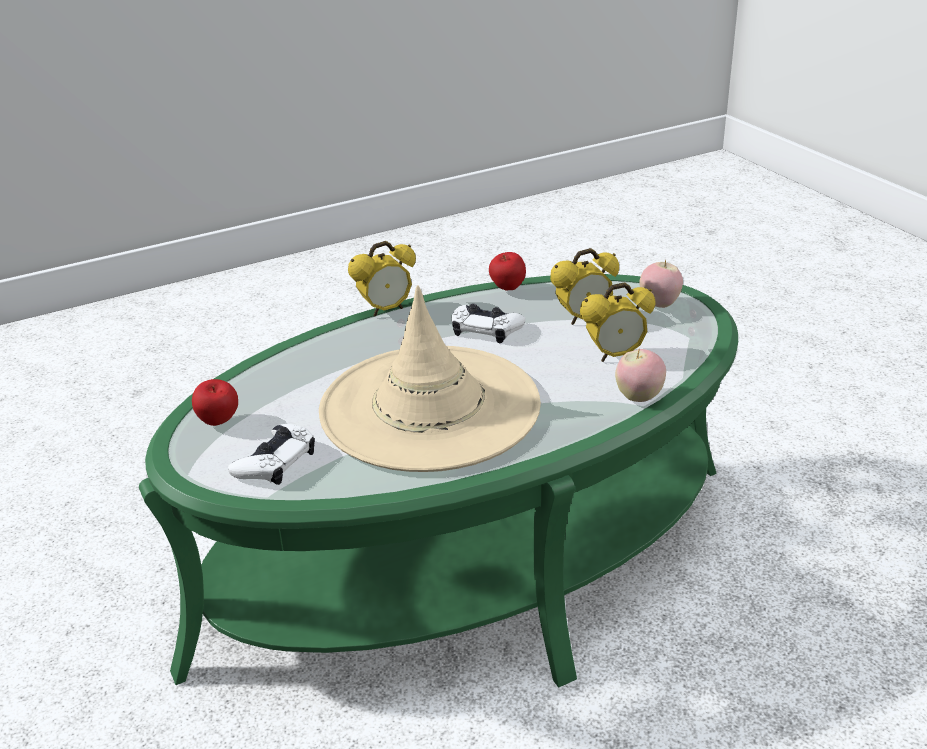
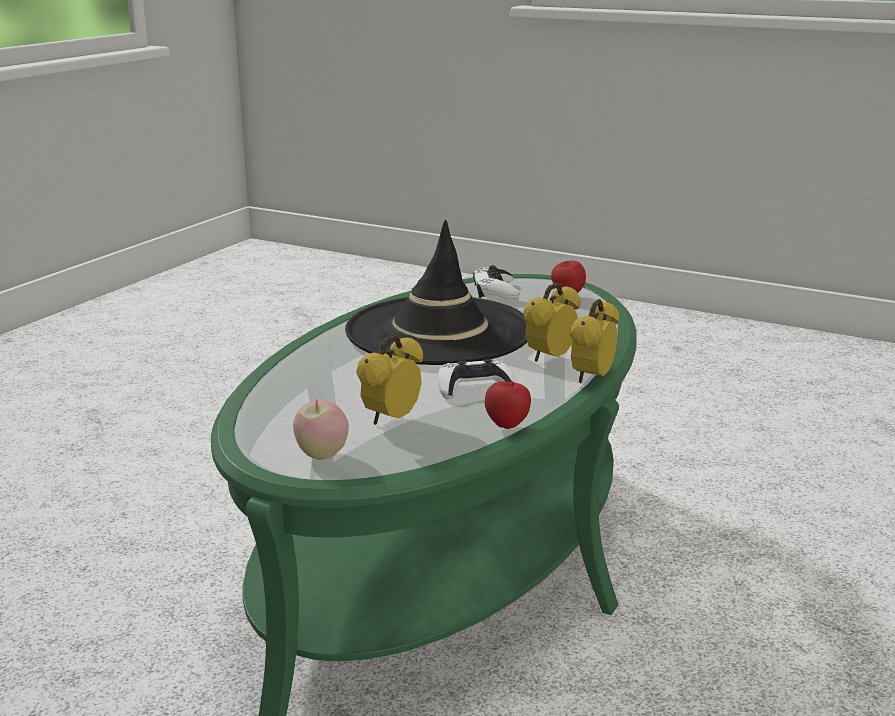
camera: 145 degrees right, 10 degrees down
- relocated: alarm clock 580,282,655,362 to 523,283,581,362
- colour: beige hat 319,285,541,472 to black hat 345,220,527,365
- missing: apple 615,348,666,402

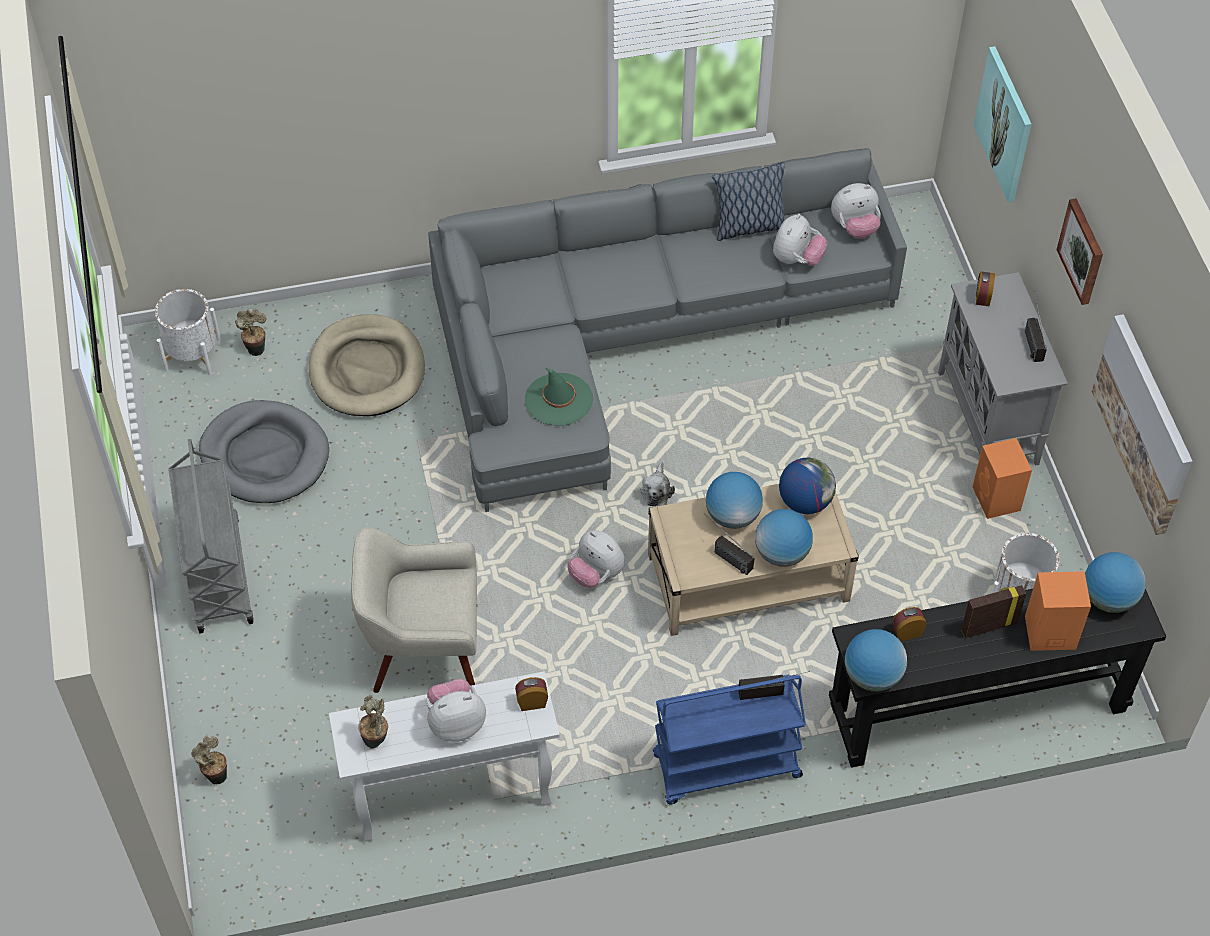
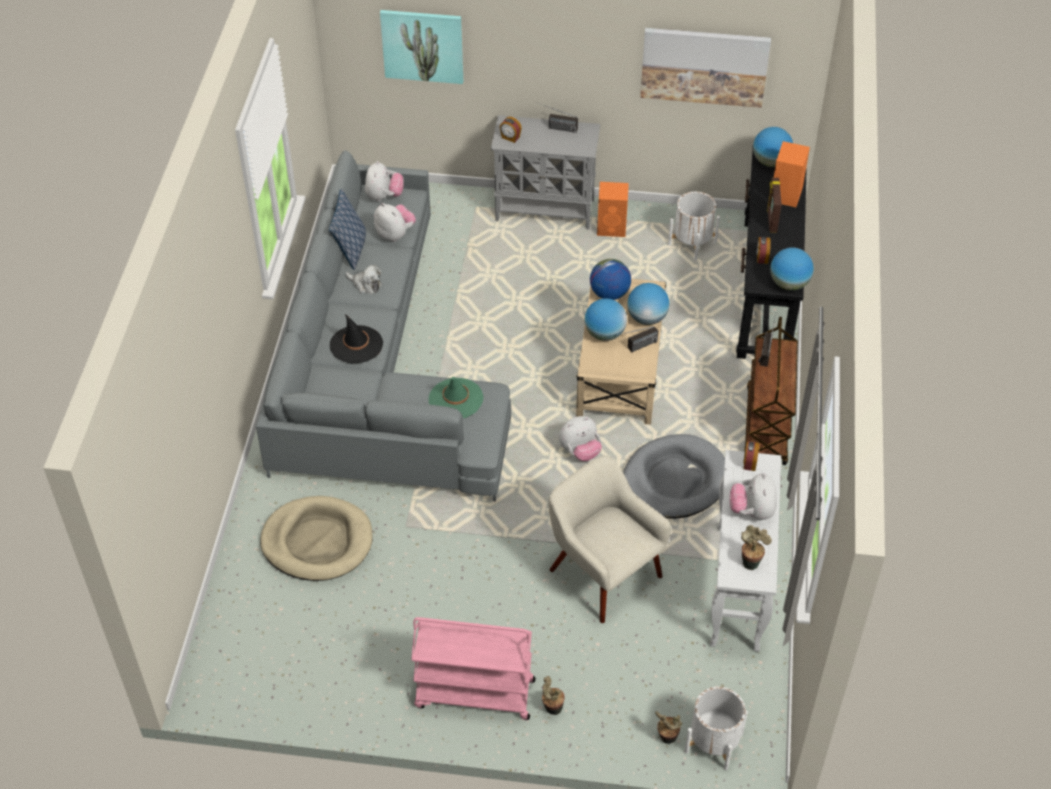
camera: 70 degrees left, 5 degrees down
- missing: picture 1057,198,1103,305
- relocated: white planter 155,289,221,375 to 685,687,748,770
- relocated: potted plant 235,309,267,356 to 542,676,565,715
- relocated: grey dog bed 199,400,329,503 to 623,434,725,519
- colour: grey cart 168,439,254,633 to pink cart 411,617,536,720
- relocated: plush toy 640,462,675,506 to 346,265,382,294
- spun: beige armchair 351,527,477,693 = 549,455,671,623 120 degrees clockwise
- colour: blue cart 653,675,806,804 to brown cart 744,317,798,465
- appeared: black hat 330,314,383,363

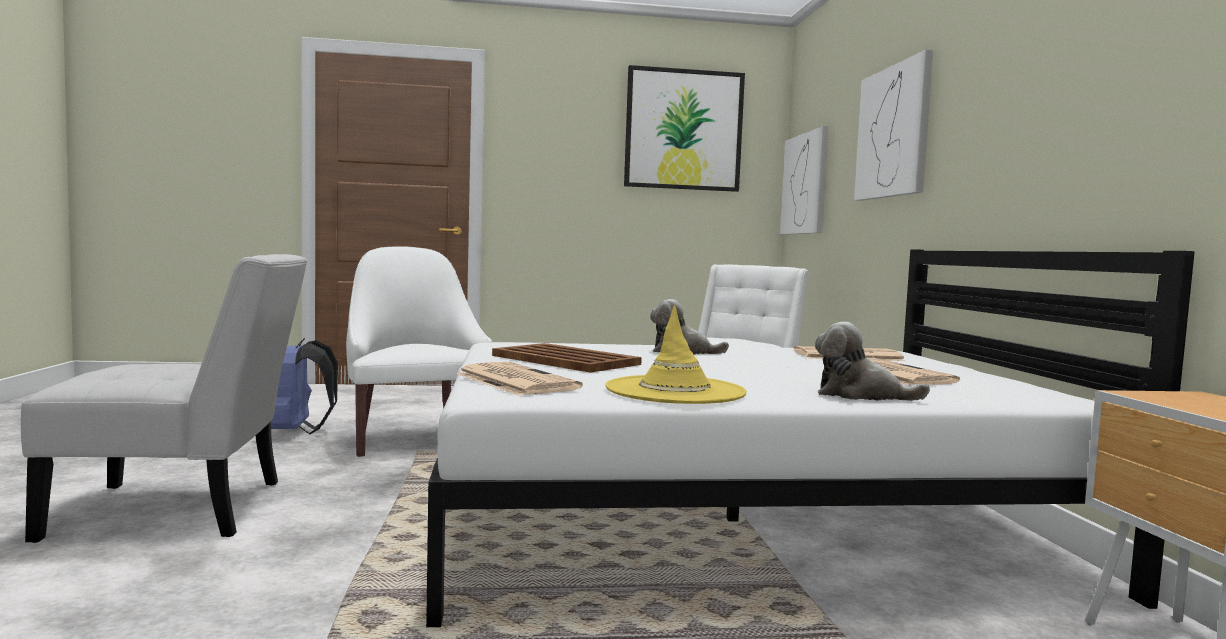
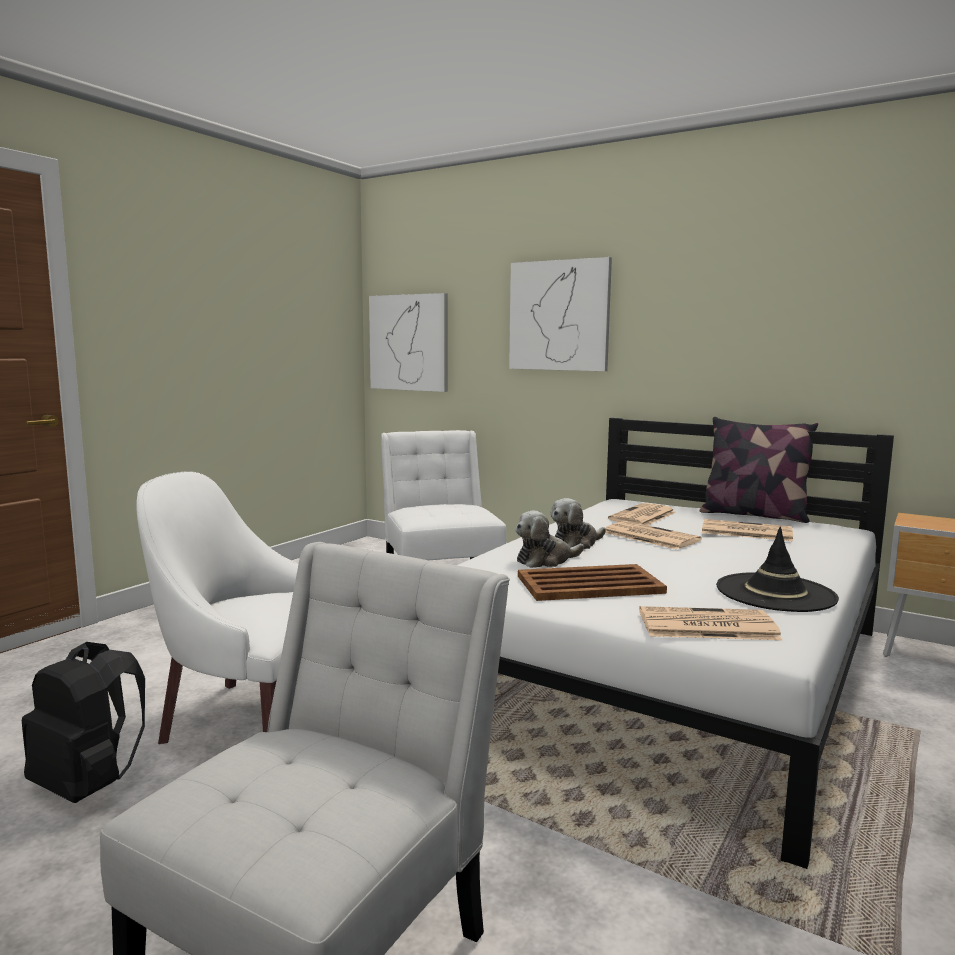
camera: 50 degrees left, 5 degrees up
- missing: picture 624,65,745,192
- colour: yellow hat 605,305,747,404 to black hat 716,527,839,612
- relocated: plush toy 815,322,930,401 to 515,511,584,568
- colour: blue backpack 271,338,338,434 to black backpack 22,642,145,803
- appeared: pillow 700,417,818,523
- appeared: newspaper 605,521,702,550

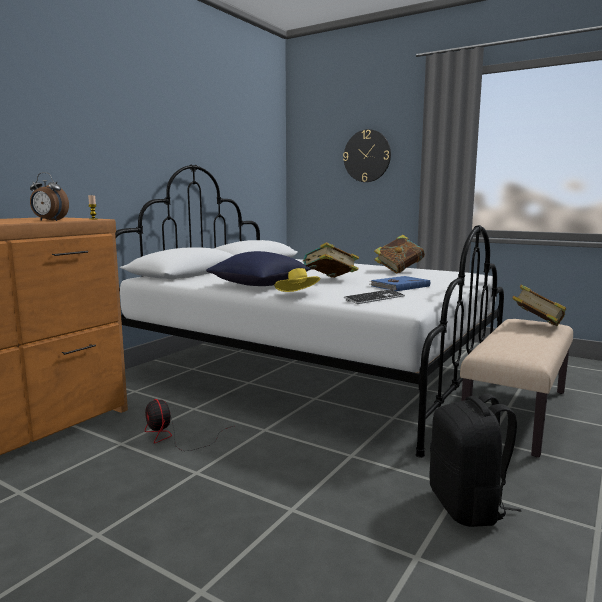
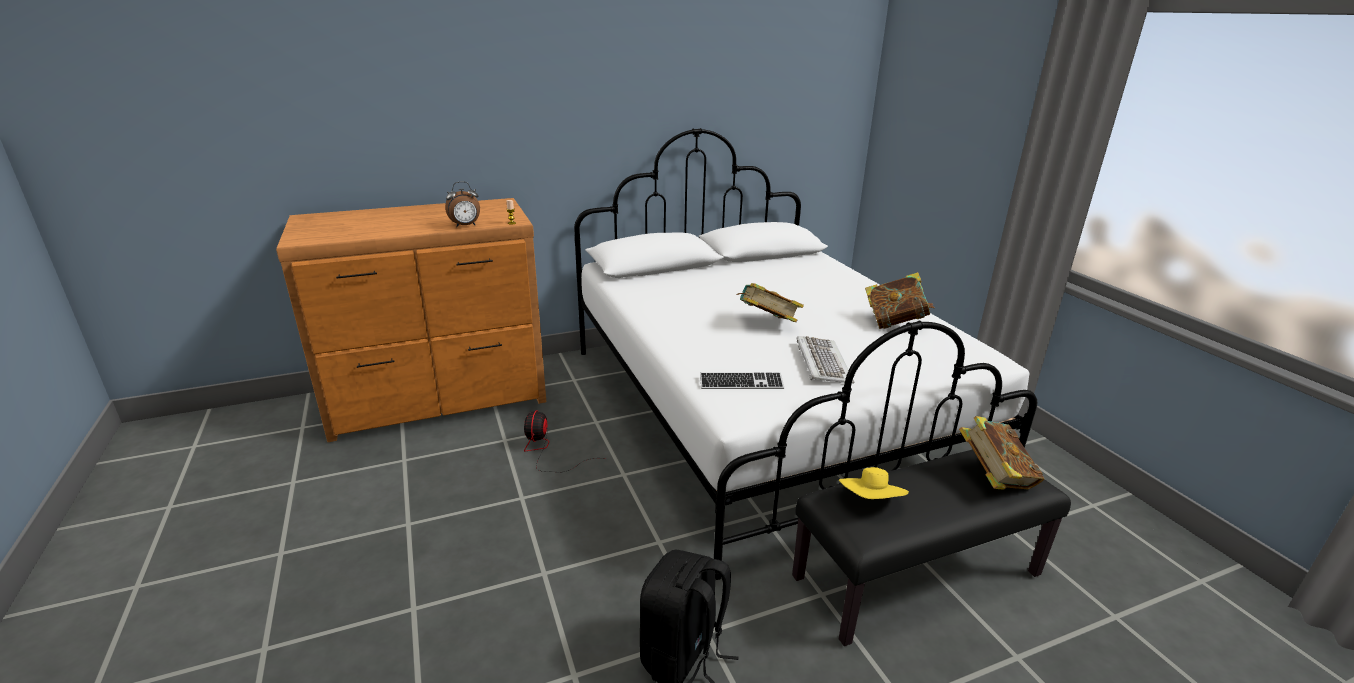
camera: 35 degrees right, 15 degrees up
- missing: wall clock 343,129,391,182
- spun: alarm clock 30,172,69,221 = 445,181,480,227 75 degrees counterclockwise
- missing: blue pillow 206,251,311,286
- relocated: yellow hat 274,268,321,292 to 839,467,909,499
- exchanged: blue book 370,276,430,291 to keyboard 796,336,854,384
- colour: beige bench 460,319,573,457 to black bench 792,450,1071,646

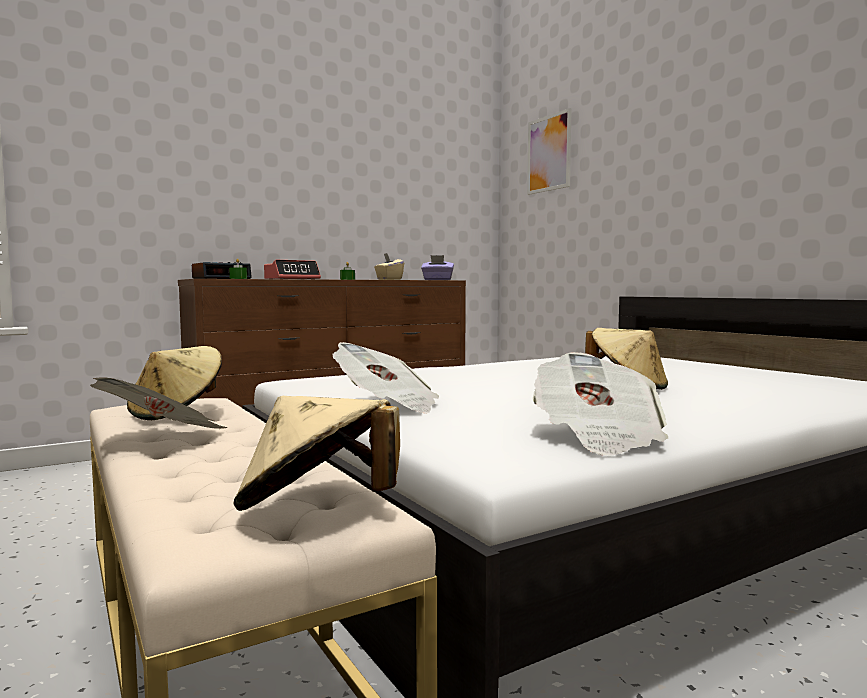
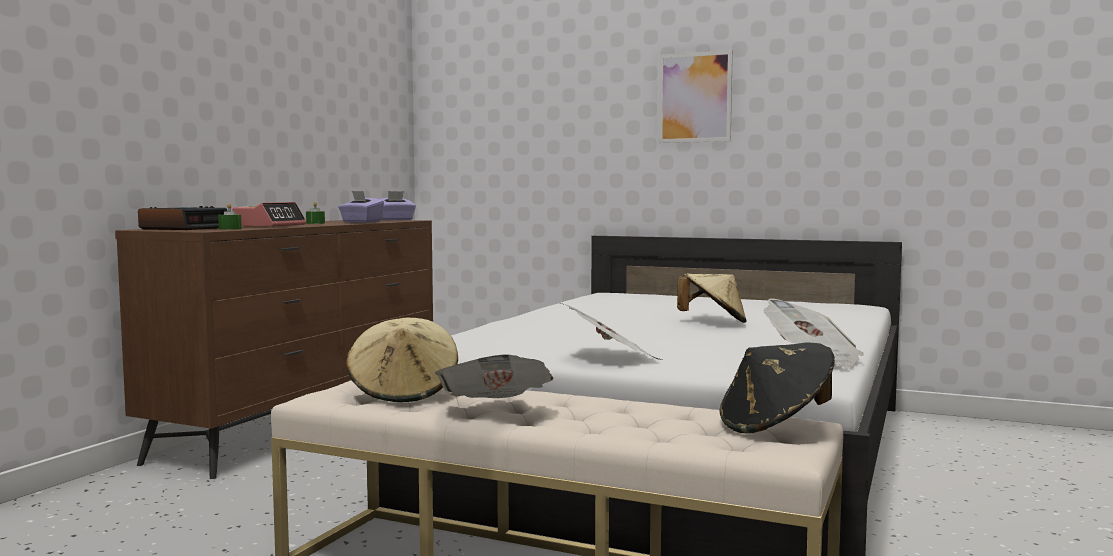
camera: 35 degrees left, 0 degrees up
- relocated: picture 527,108,572,195 to 658,50,733,143
- colour: beige tissue box 374,253,404,280 to purple tissue box 338,191,384,223
- colour: beige hat 234,396,400,511 to black hat 720,343,835,434

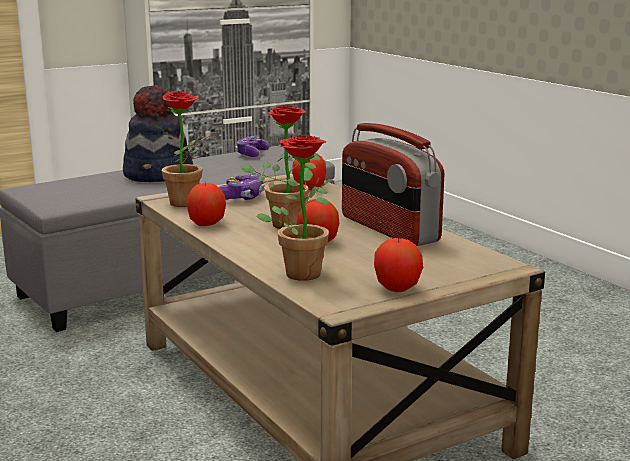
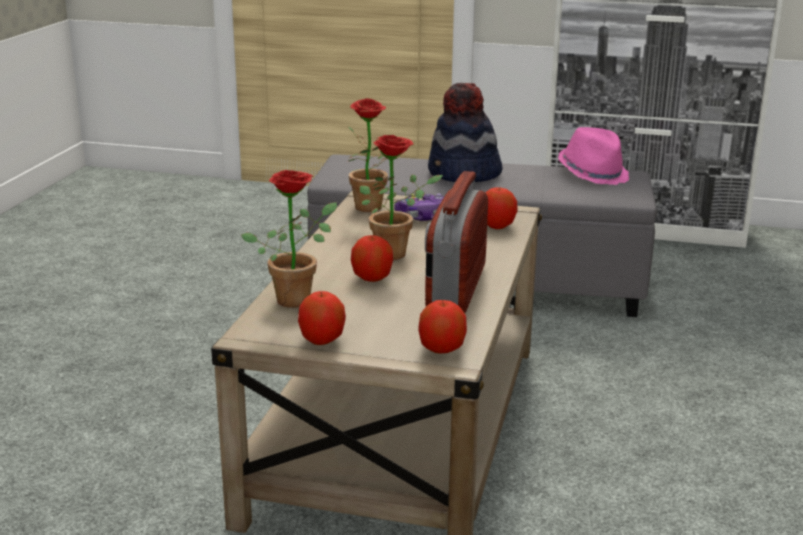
camera: 45 degrees right, 5 degrees up
- exchanged: game controller 235,136,269,157 to pink hat 558,127,629,185
- relocated: apple 187,183,226,226 to 418,300,467,353

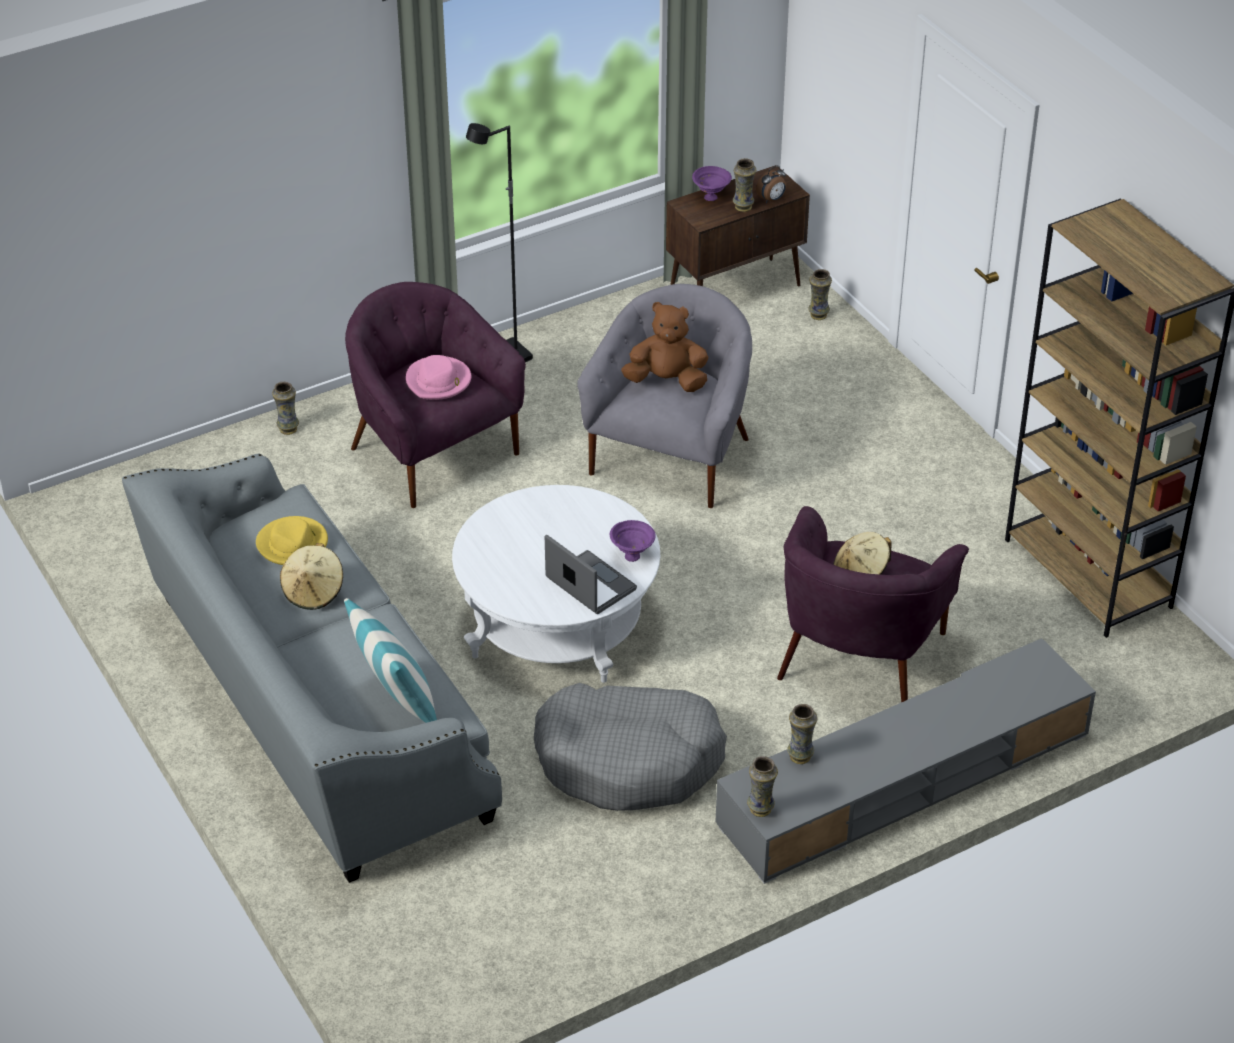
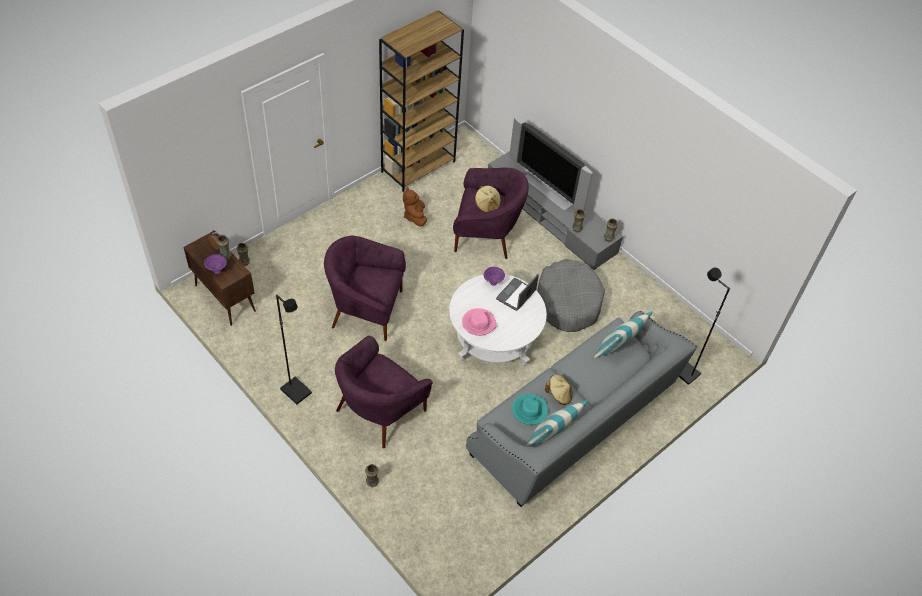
camera: 105 degrees left, 10 degrees up
- colour: grey armchair 577,284,752,508 to purple armchair 324,236,406,341
- relocated: brown plush toy 621,302,708,392 to 403,187,427,227
- relocated: pink hat 406,355,471,400 to 462,308,496,336
- colour: yellow hat 256,516,328,565 to turquoise hat 512,394,548,425
- appeared: television 509,117,593,211
- appeared: black floor lamp 679,268,730,385
- appeared: pillow 526,400,588,446

